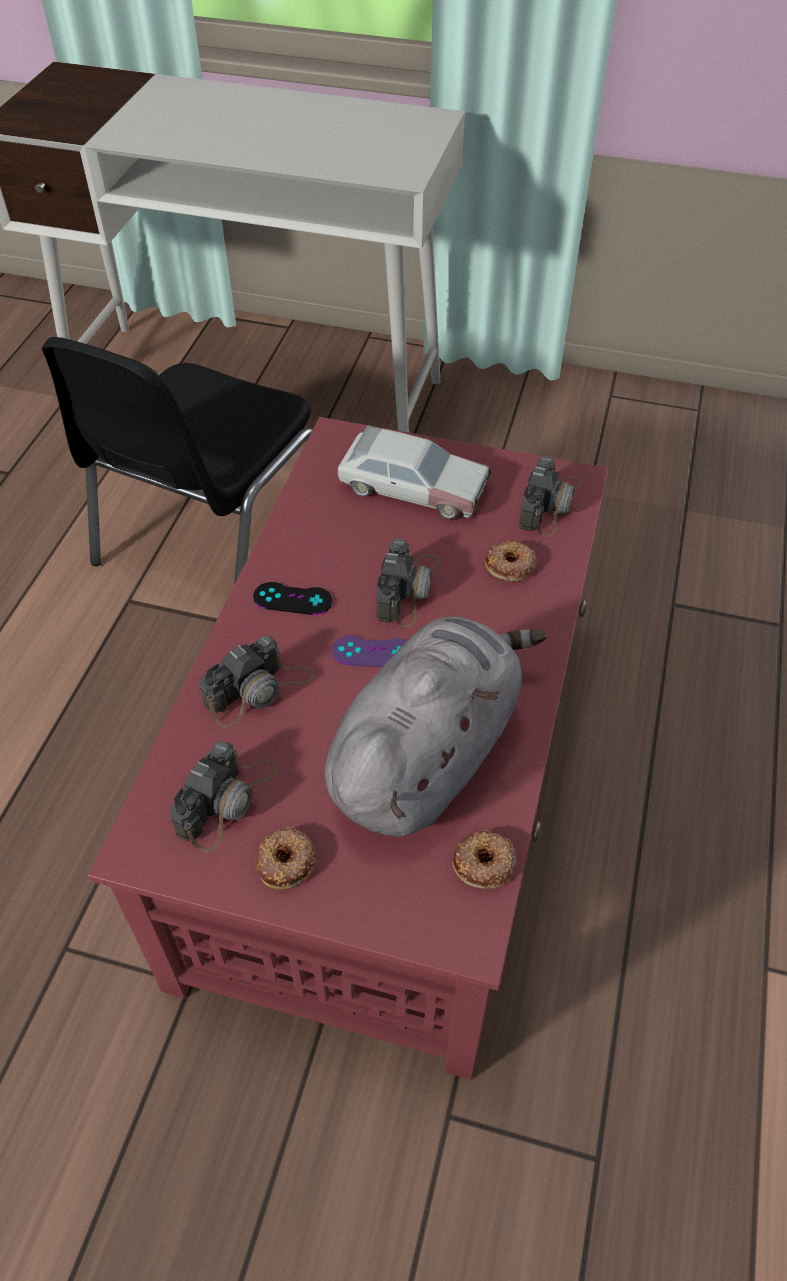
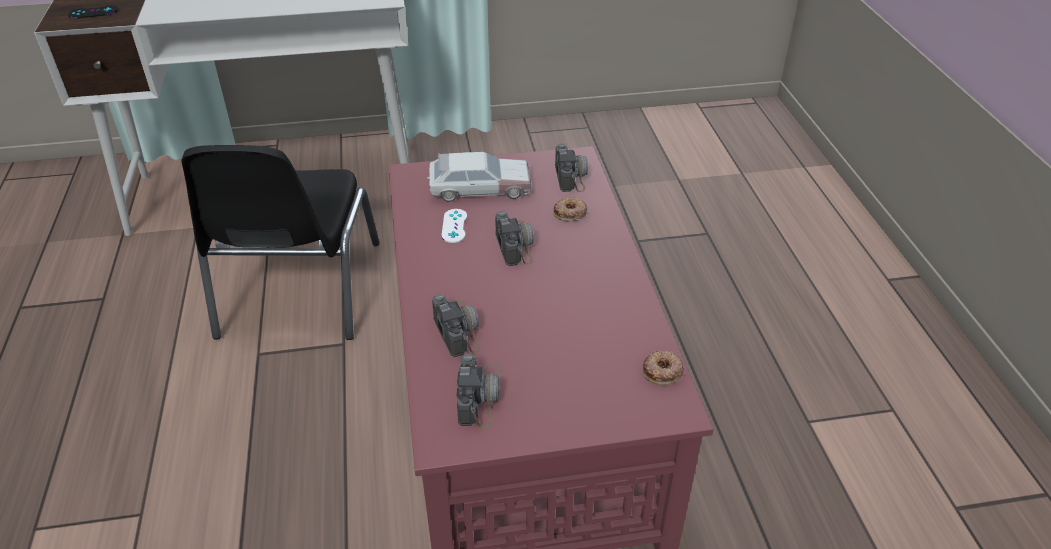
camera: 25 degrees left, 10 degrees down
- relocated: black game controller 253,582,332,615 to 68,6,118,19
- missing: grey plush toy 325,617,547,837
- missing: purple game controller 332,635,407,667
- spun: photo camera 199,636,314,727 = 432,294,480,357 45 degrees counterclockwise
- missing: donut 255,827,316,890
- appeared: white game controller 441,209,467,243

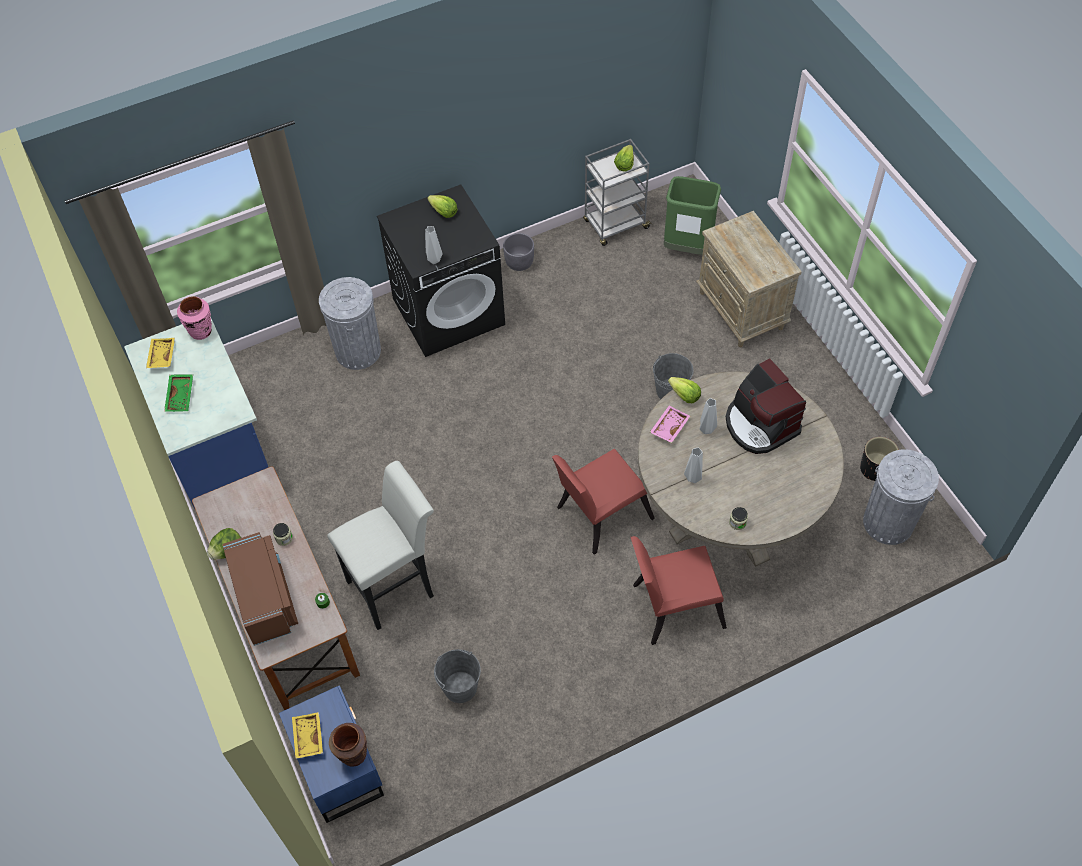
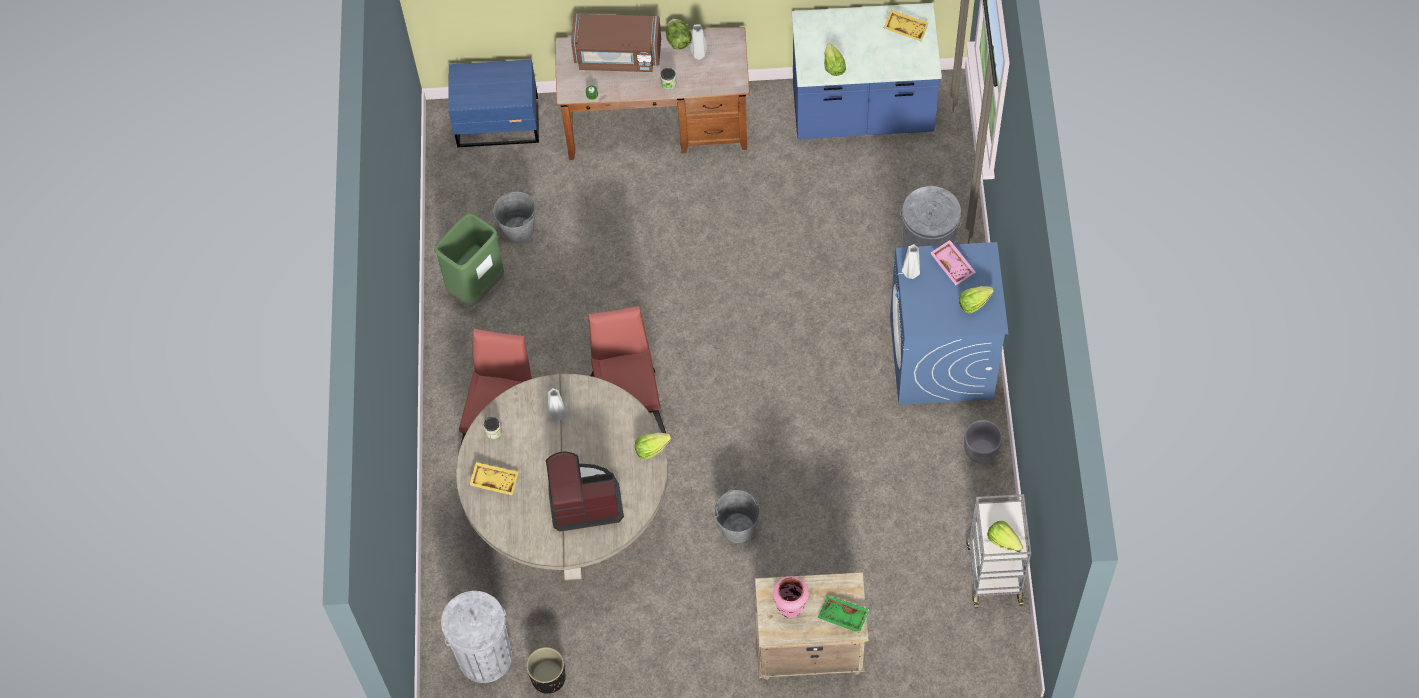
camera: 115 degrees right, 5 degrees up
- relocated: green trash can 664,176,721,255 to 434,213,504,307
- colour: black washing machine 377,185,505,357 to blue washing machine 890,242,1008,405
- relocated: pink vase 177,296,212,340 to 773,576,809,618
- relocated: green tray 164,374,193,412 to 818,595,869,633
- relocated: grey vase 700,398,717,434 to 690,24,707,60
- relocated: pink tray 650,405,690,443 to 930,240,976,285
- missing: white stool 327,461,434,630
- relocated: yellow tray 292,712,323,759 to 469,462,519,495
- missing: brown vase 329,723,367,767
- appeared: lettuce 824,44,846,76

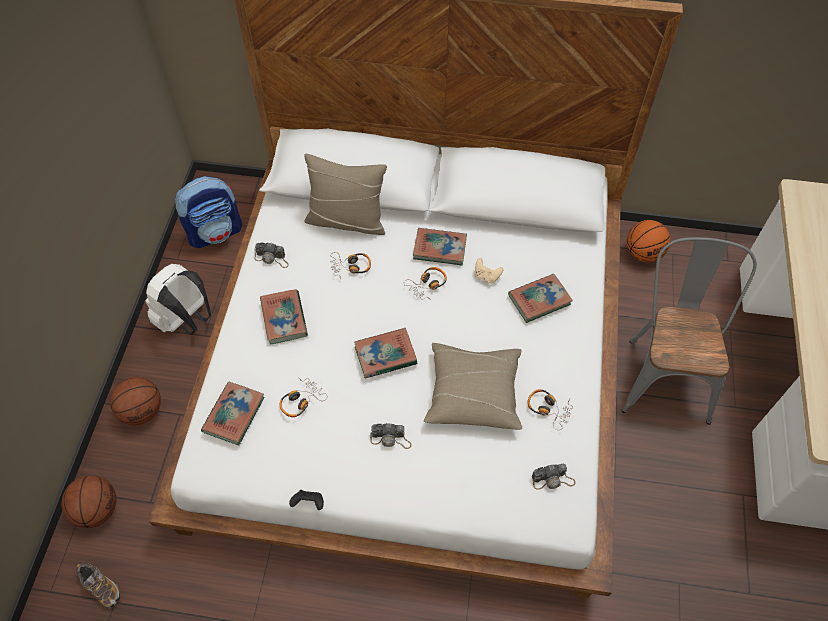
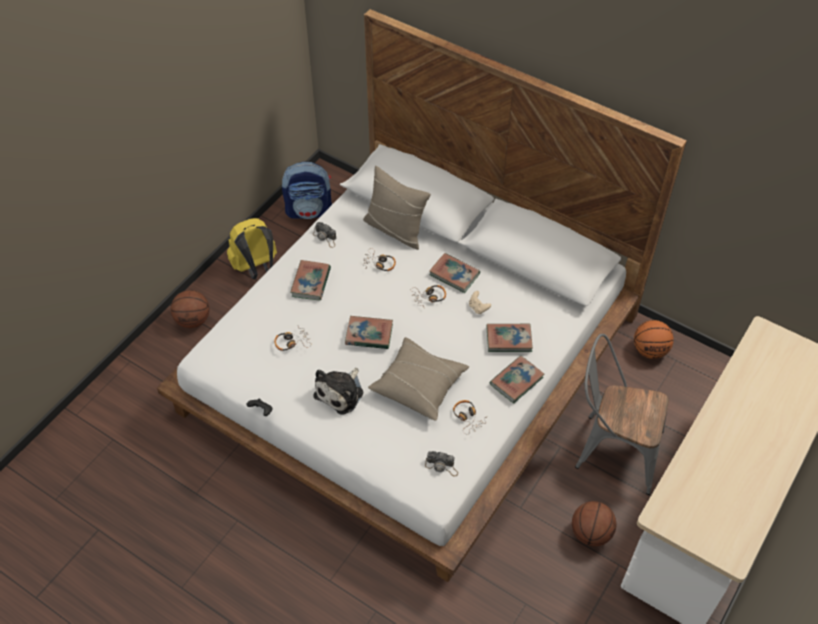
camera: 25 degrees right, 5 degrees down
- spun: grey chair 622,237,757,425 = 575,334,669,495 105 degrees counterclockwise
- colour: white backpack 145,264,211,334 to yellow backpack 227,218,277,279
- relocated: book 201,381,265,445 to 490,356,545,403
- exchanged: photo camera 370,423,412,449 to plush toy 314,368,363,415
- relocated: basketball 61,475,117,528 to 572,501,616,546
- missing: shoe 76,563,120,608

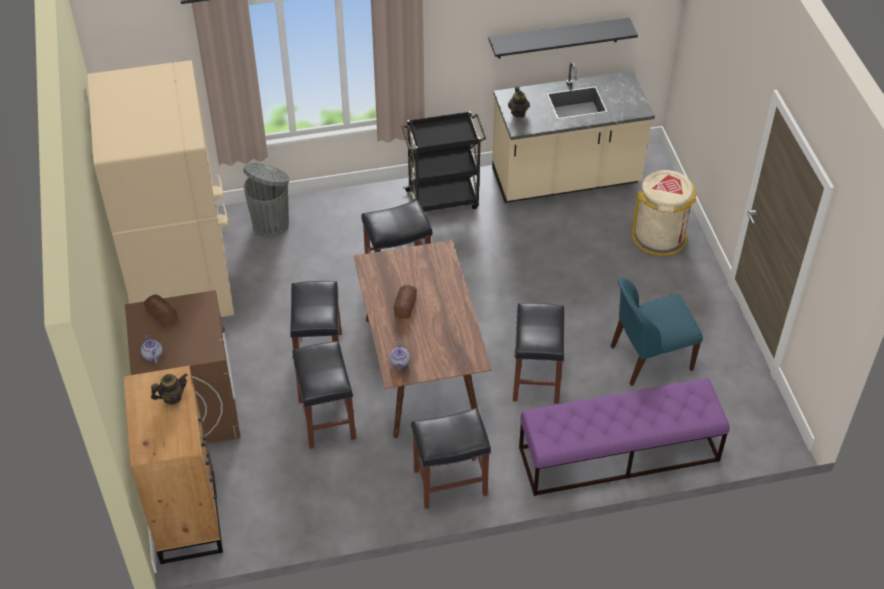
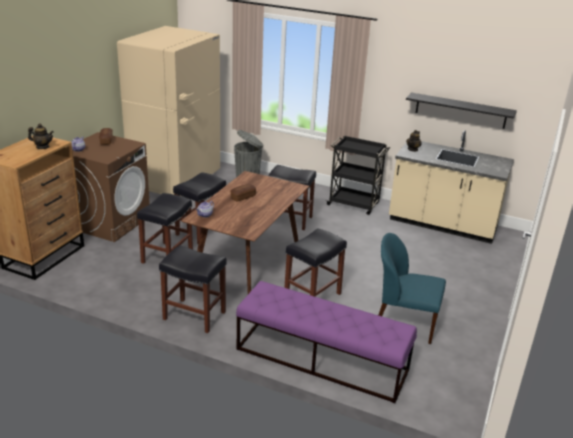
camera: 35 degrees right, 20 degrees down
- missing: beige trash can 632,170,696,256

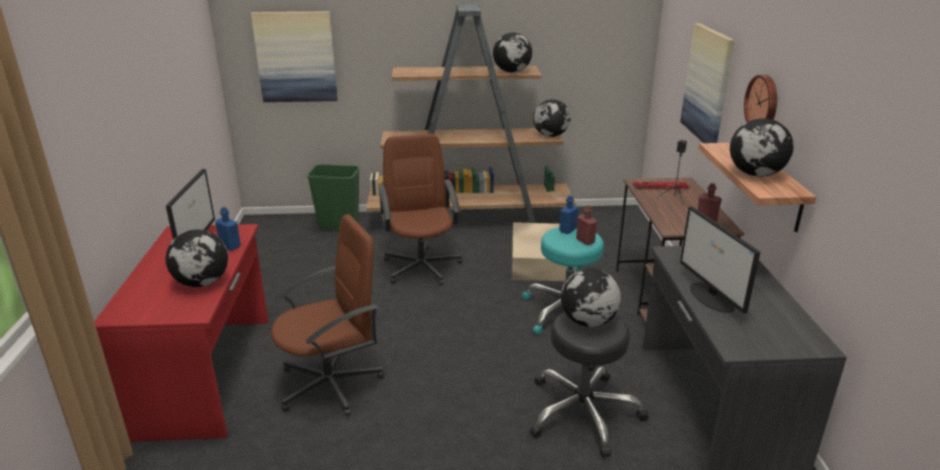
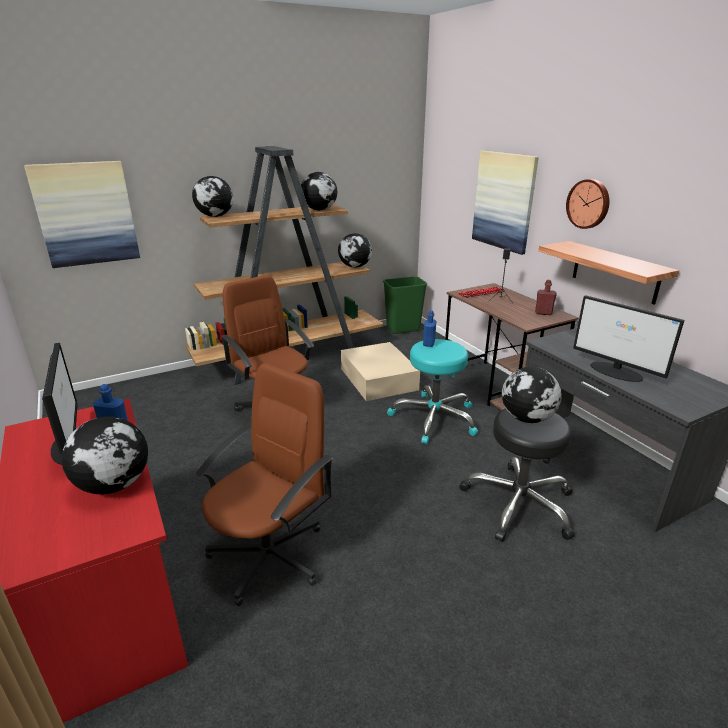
camera: 25 degrees left, 0 degrees up
- relocated: globe 730,118,794,177 to 192,176,233,217
- relocated: green trash can 307,164,360,232 to 383,276,427,334
- missing: red bottle 576,205,597,245

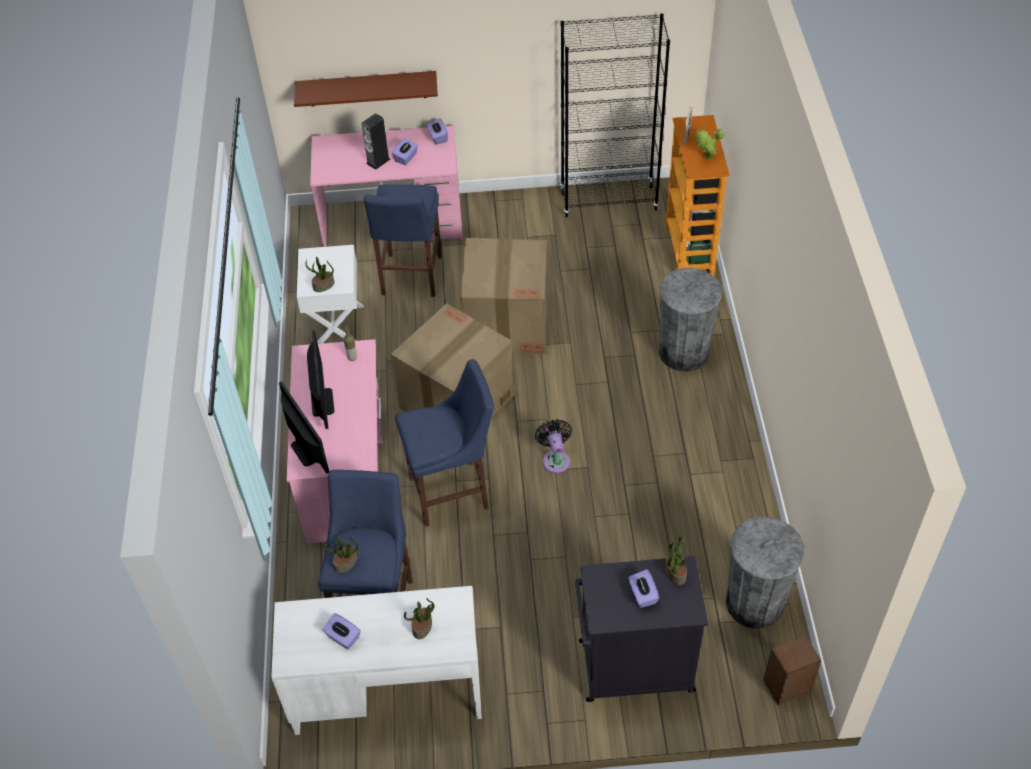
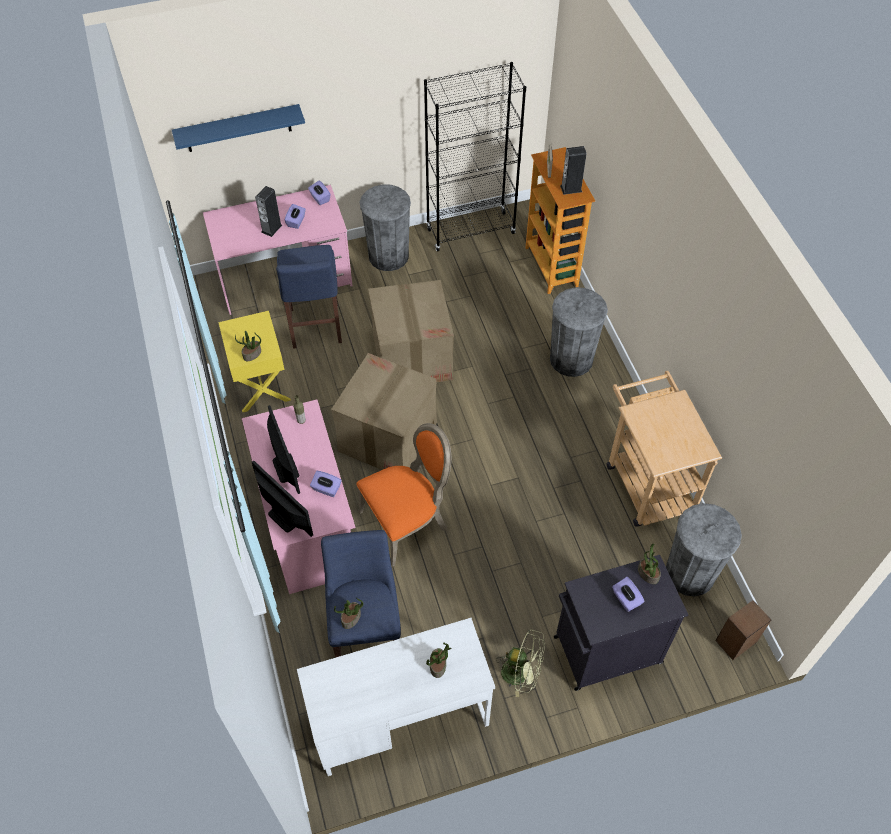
camera: 15 degrees left, 5 degrees up
- missing: brown shelf 294,71,438,107
- exchanged: potted plant 695,129,724,159 to speaker 560,146,586,195
- colour: white nightstand 297,245,364,344 to yellow nightstand 218,311,291,413
- exchanged: blue stool 395,359,494,527 to orange chair 356,423,451,567
- missing: black fan 535,419,572,473
- relocated: purple tissue box 323,613,361,649 to 310,471,341,497
- appeared: blue shelf 172,104,305,152
- appeared: grey trash can 360,184,411,271
- appeared: beige cart 607,371,722,527
- appeared: green fan 496,629,545,697

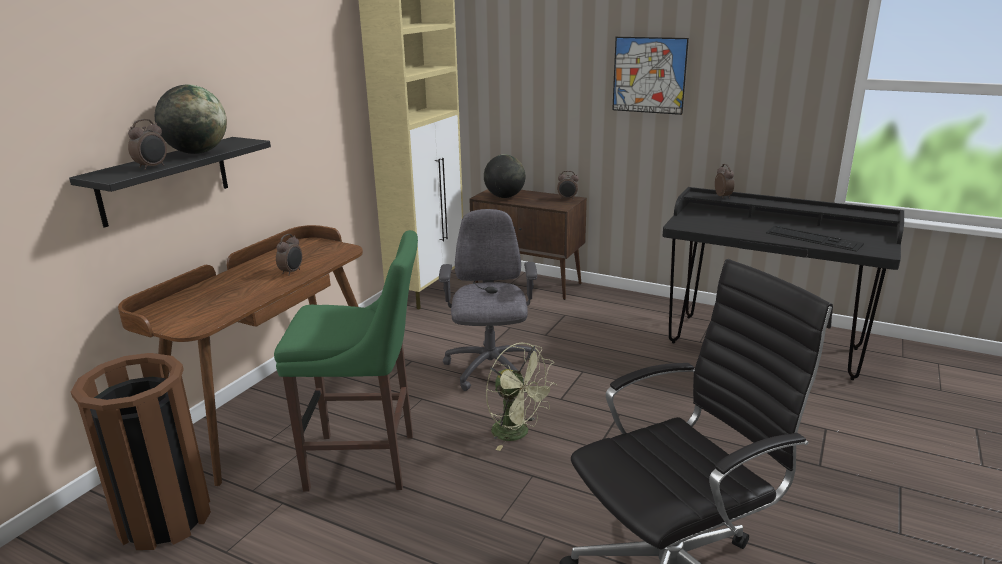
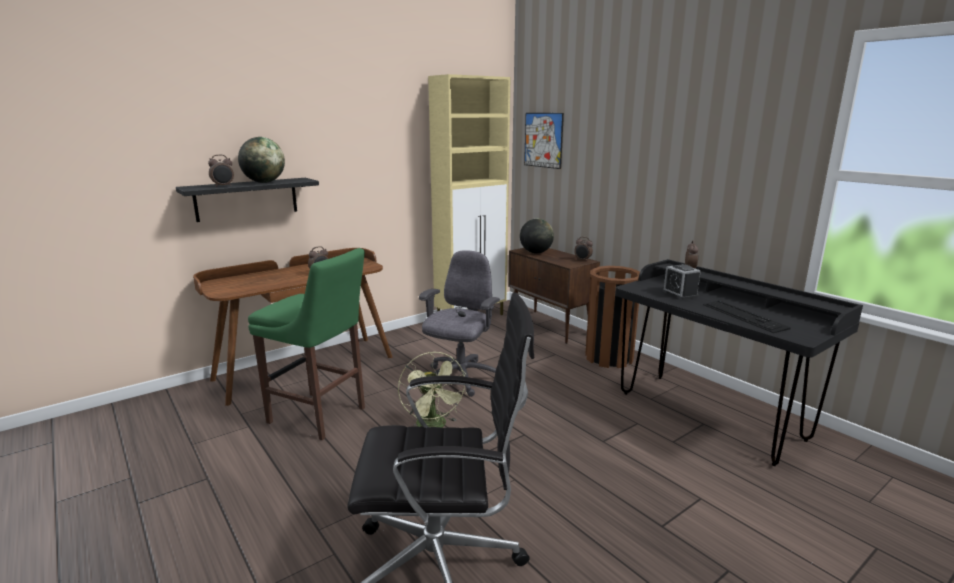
camera: 25 degrees right, 5 degrees down
- relocated: picture 612,37,689,115 to 524,113,564,169
- relocated: brown trash can 71,353,211,550 to 585,266,640,368
- appeared: alarm clock 662,264,701,300

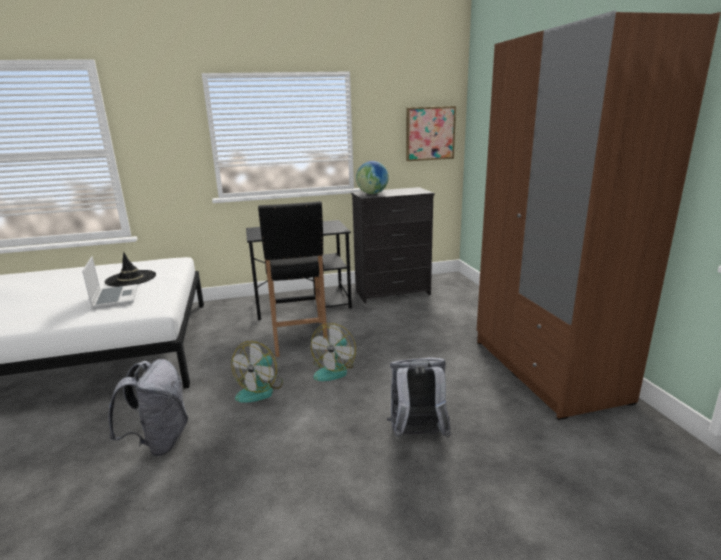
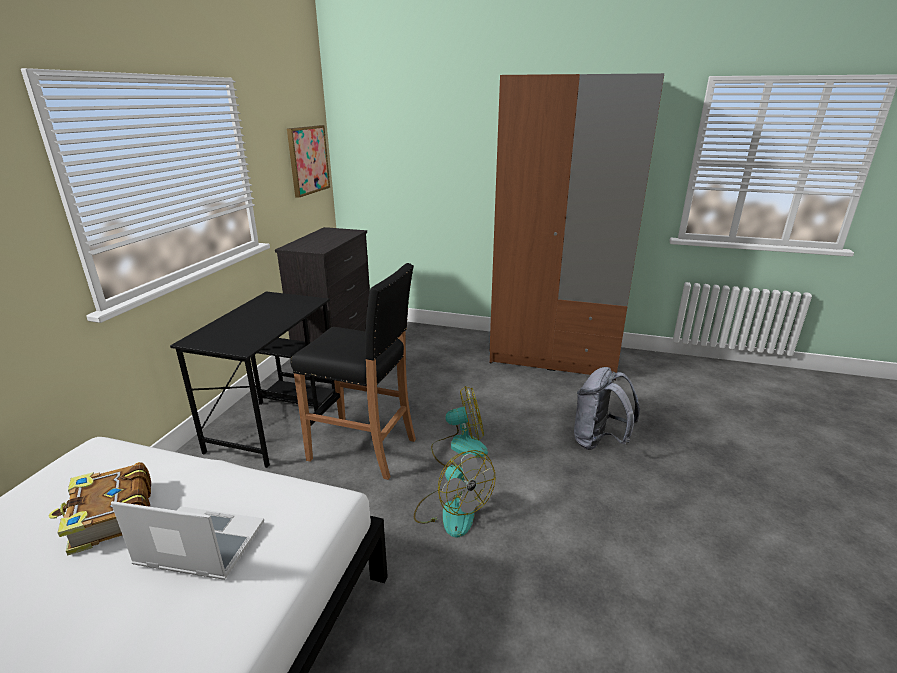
camera: 60 degrees left, 5 degrees up
- missing: globe 356,161,389,194
- exchanged: black hat 104,252,156,287 to book 48,462,151,556
- spun: fan 311,323,356,381 = 431,386,488,467 60 degrees counterclockwise
- missing: grey backpack 108,359,188,456

